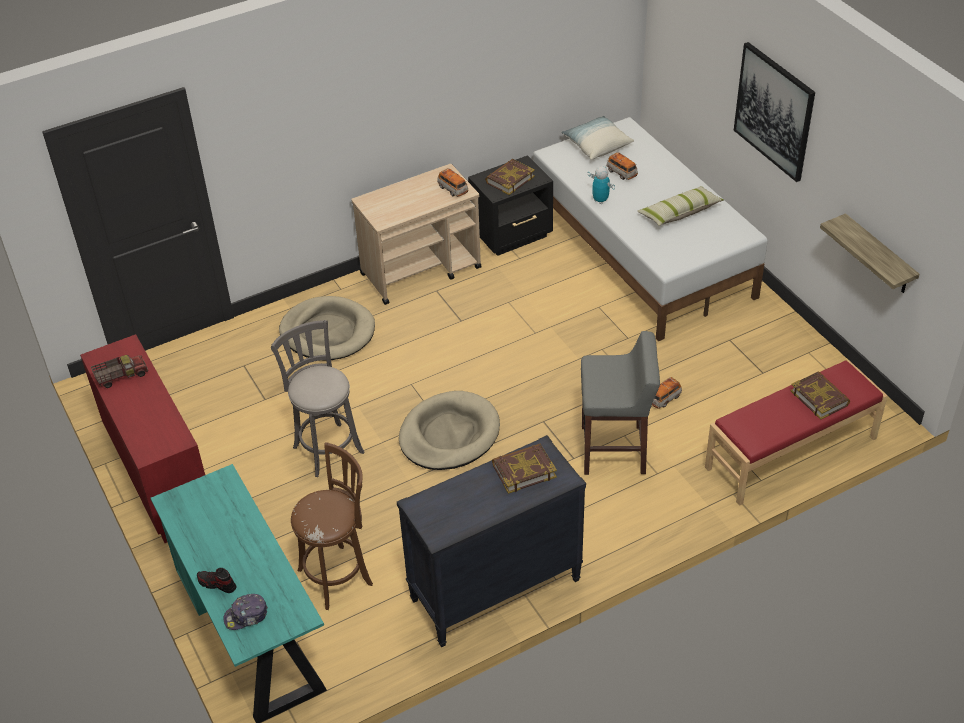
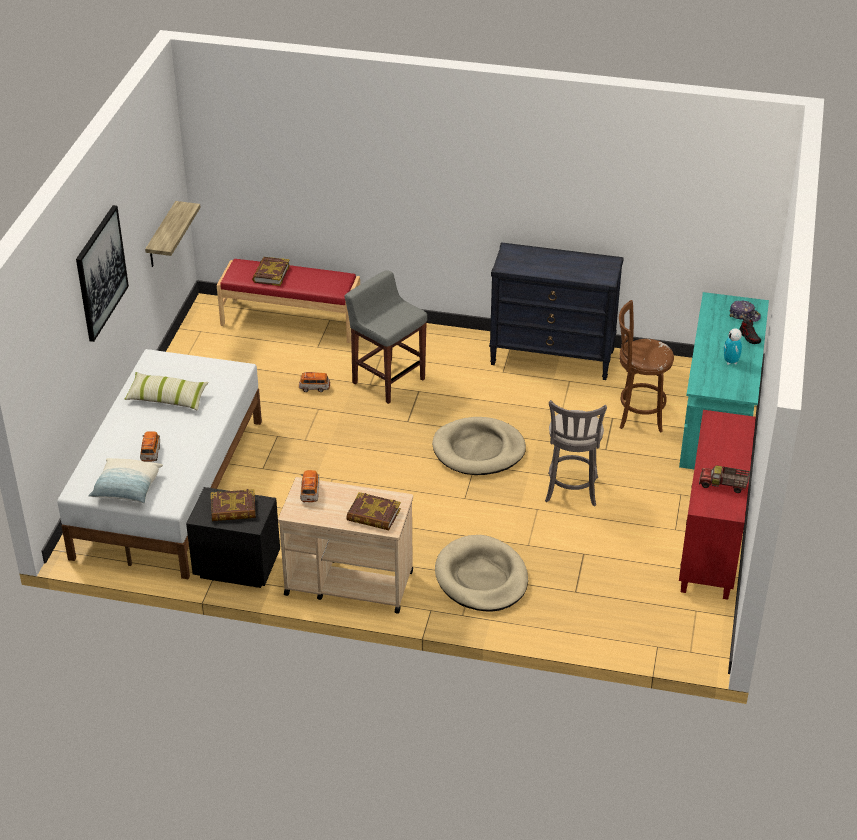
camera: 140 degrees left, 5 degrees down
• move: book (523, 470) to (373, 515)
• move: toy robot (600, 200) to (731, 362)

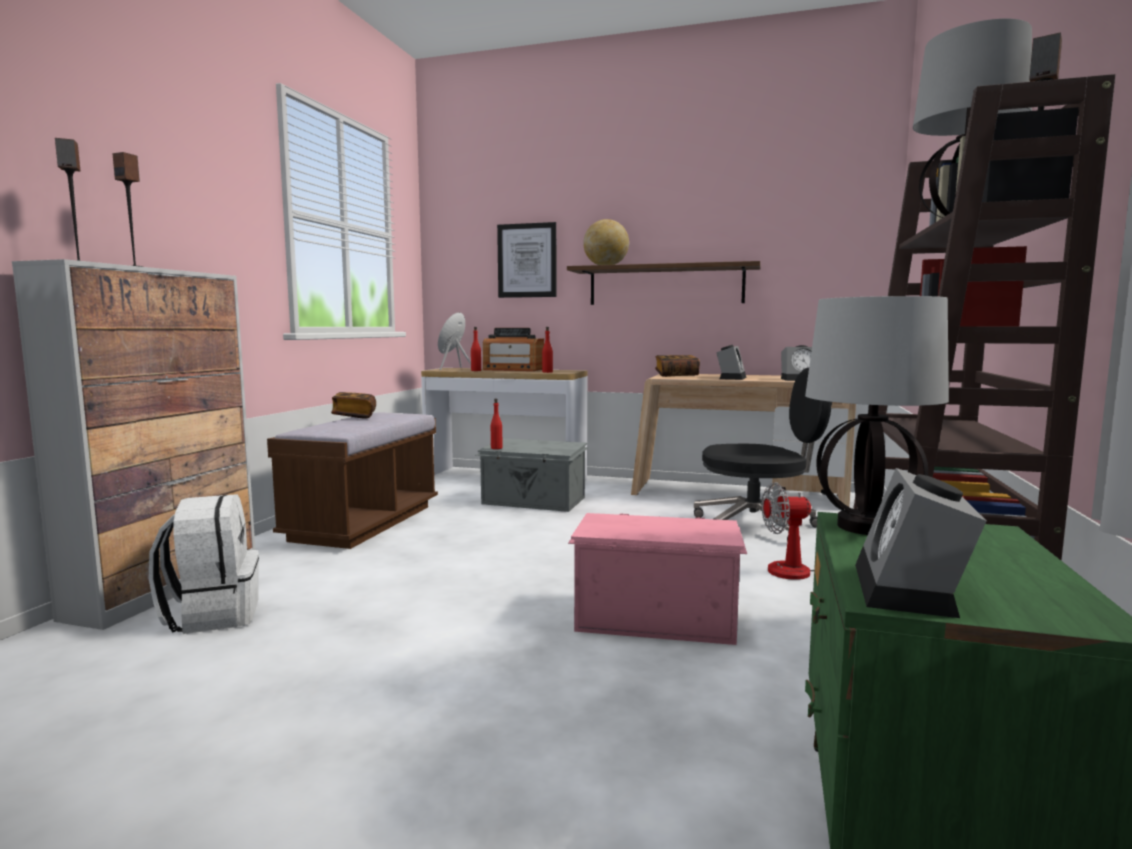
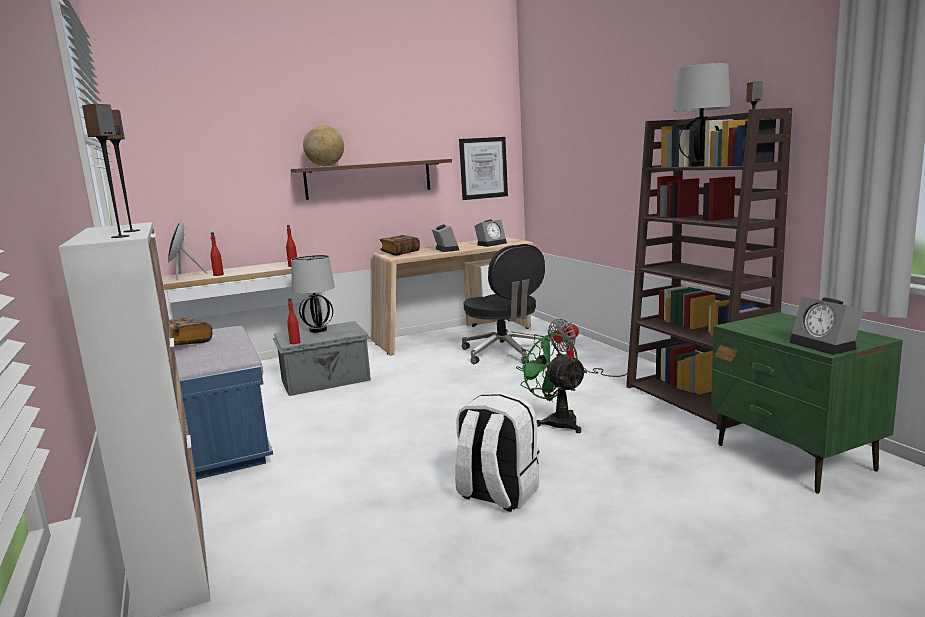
camera: 40 degrees left, 5 degrees up
• recolor: bench in brown (363, 523) to bench in blue (222, 442)
• move: table lamp (864, 527) to (318, 330)
• move: backpack in white (212, 615) to (497, 494)
• move: picture (527, 260) to (483, 168)
• rotate: office chair in black (757, 526) = (504, 353) 105 degrees clockwise
• replace: storage box in pink (655, 616) to fan in green (556, 421)
• delete: radio (513, 369)

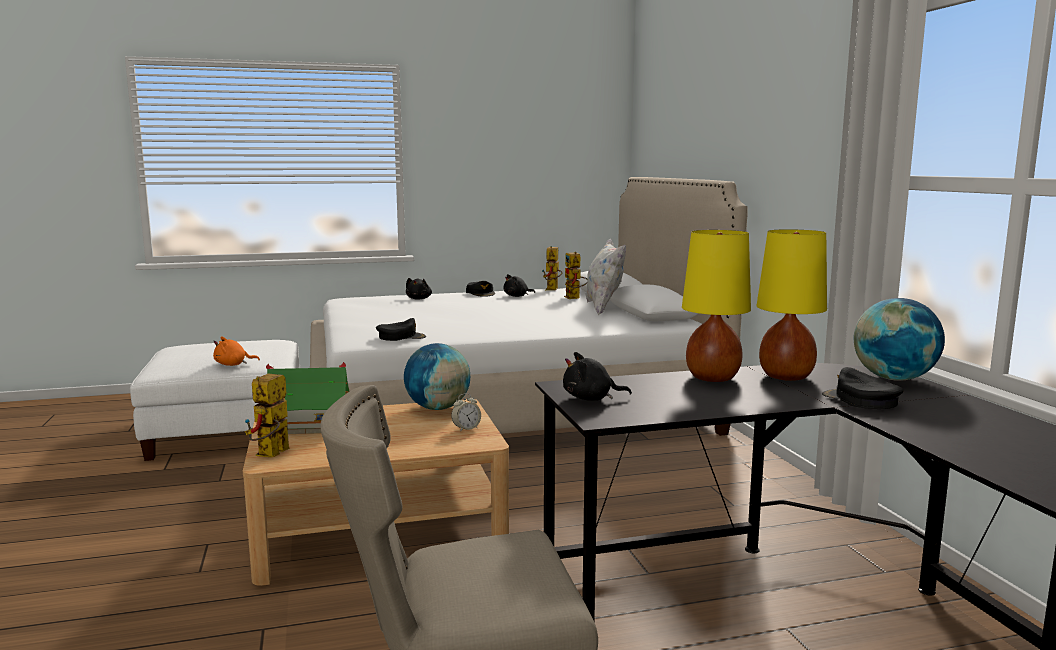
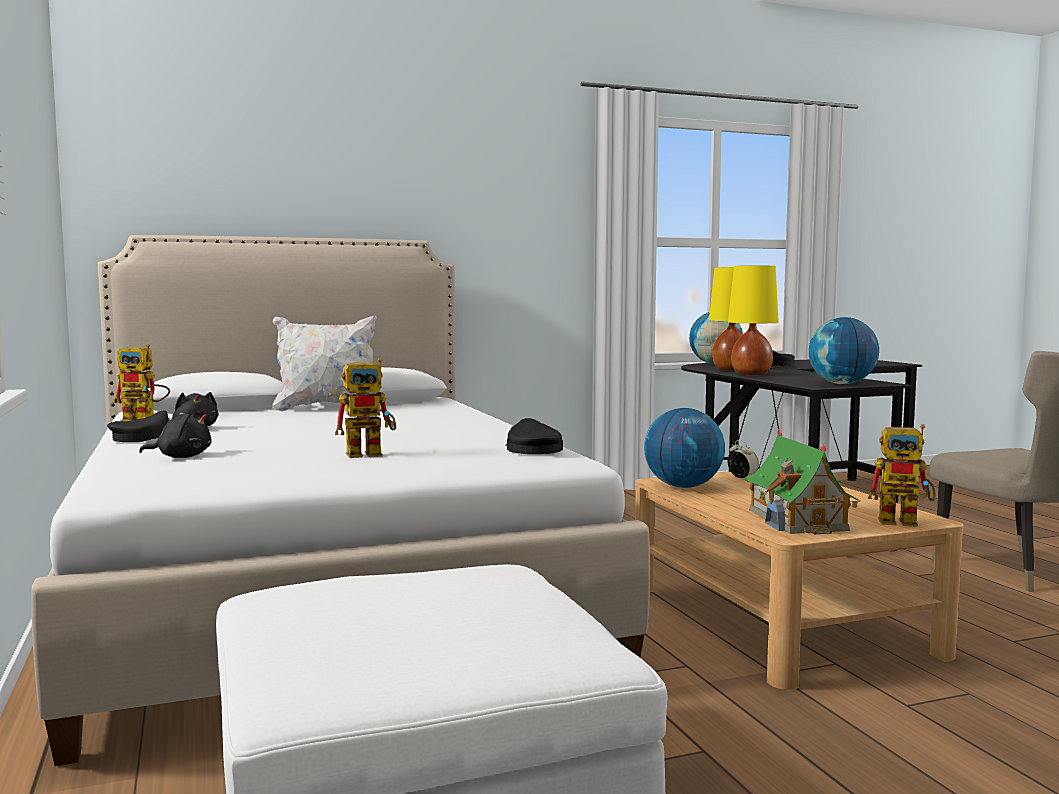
camera: 95 degrees left, 5 degrees down
• move: toy robot (574, 298) to (371, 453)
• replace: plush toy in black (591, 399) to globe (842, 384)
• delete: plush toy in orange (233, 365)

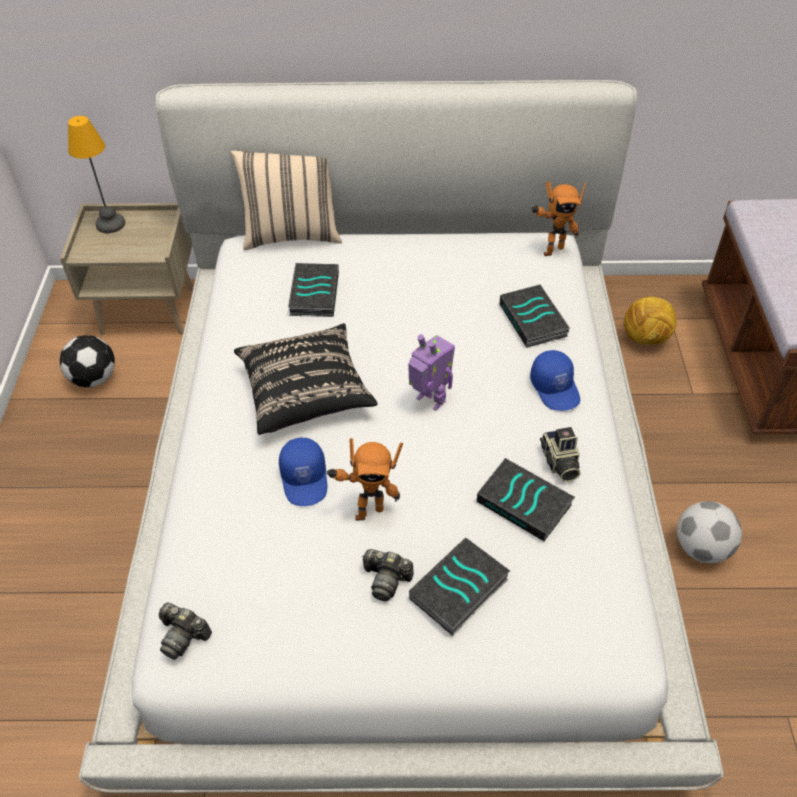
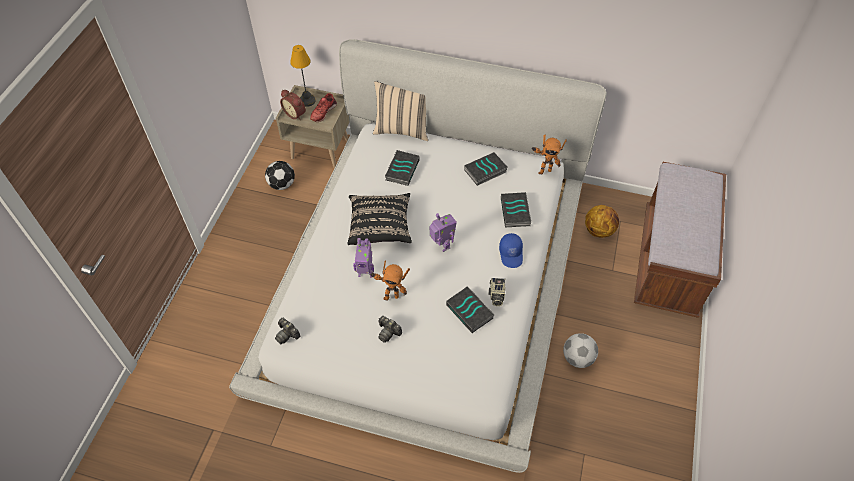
camera: 15 degrees right, 5 degrees up
• insert: alarm clock (295, 113)
• insert: shoe in red (323, 112)
• replace: cap in blue (305, 479) to toy robot (365, 272)
• move: book (459, 591) to (485, 171)
• replace: football (645, 339) to basketball (599, 230)

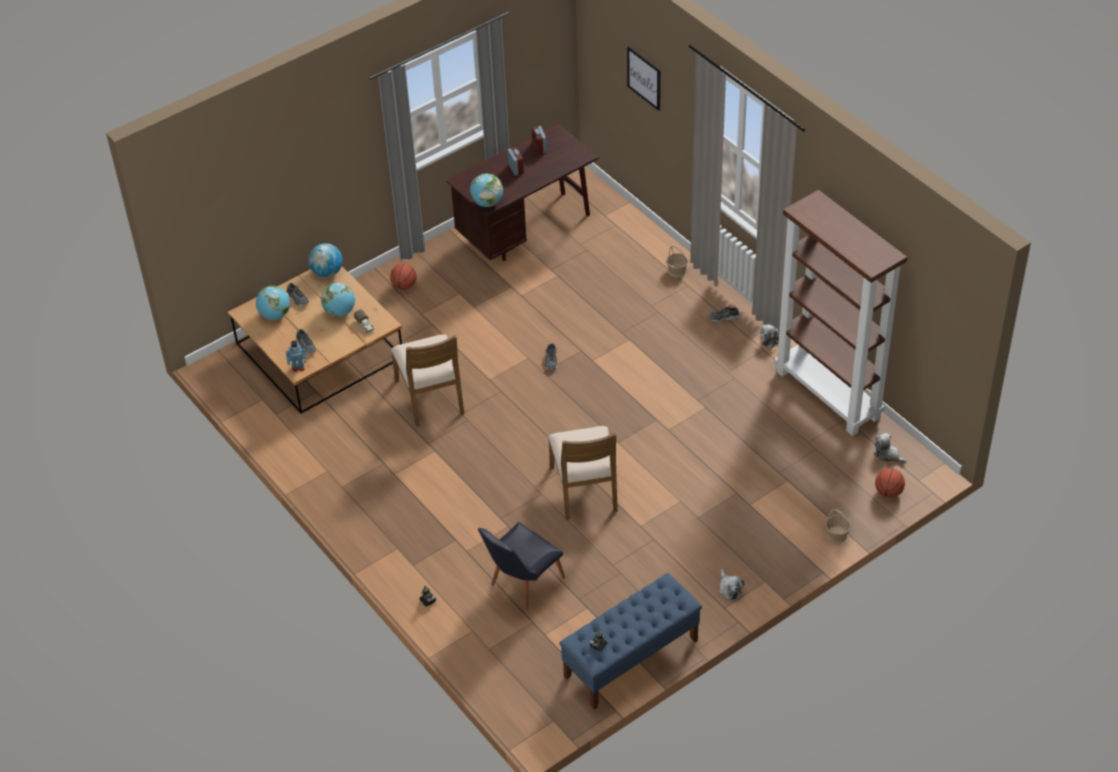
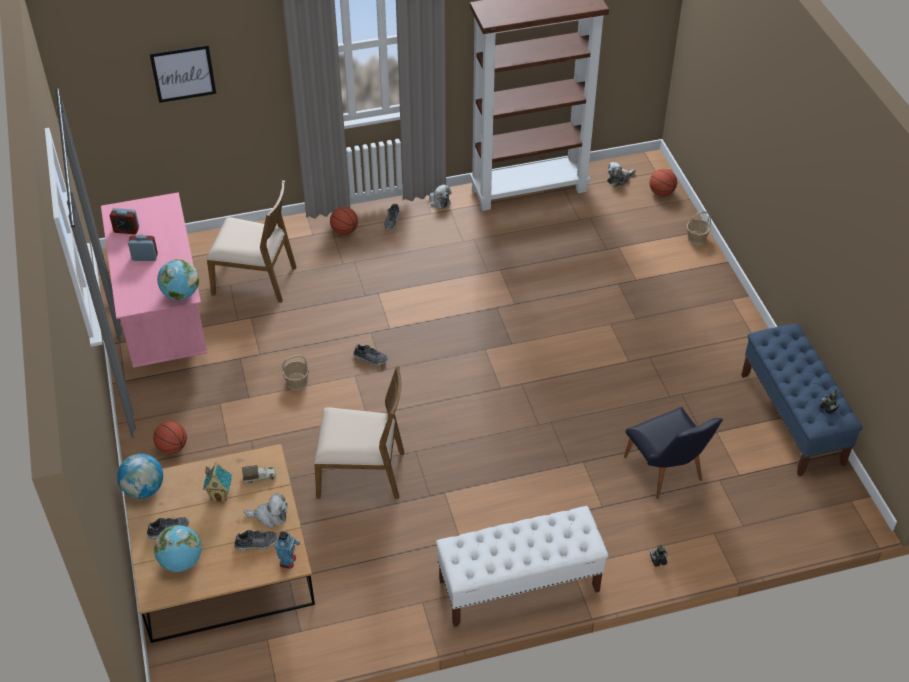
camera: 70 degrees left, 0 degrees up
• recolor: desk in brown (526, 230) to desk in pink (164, 321)
• replace: globe (340, 312) to toy house (220, 494)
• move: chair in brown (585, 489) to (255, 279)
• move: plush toy (729, 588) to (270, 516)
• move: basket (677, 271) to (297, 382)
• insert: basketball (344, 231)
• insert: bench in white (518, 586)

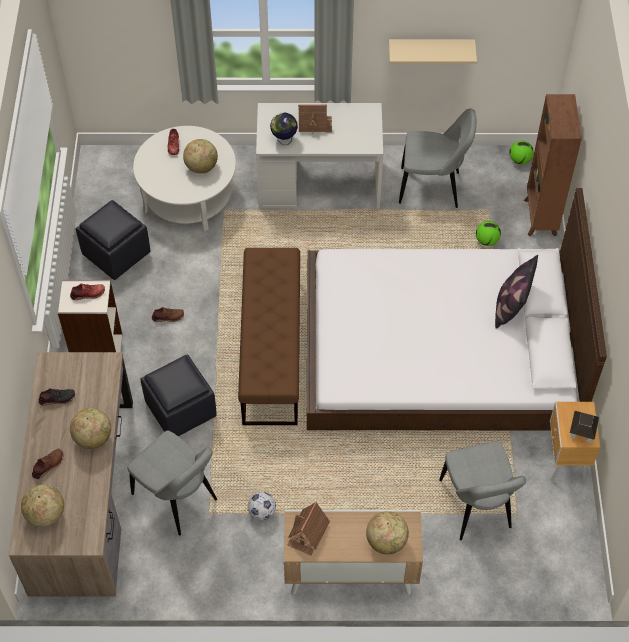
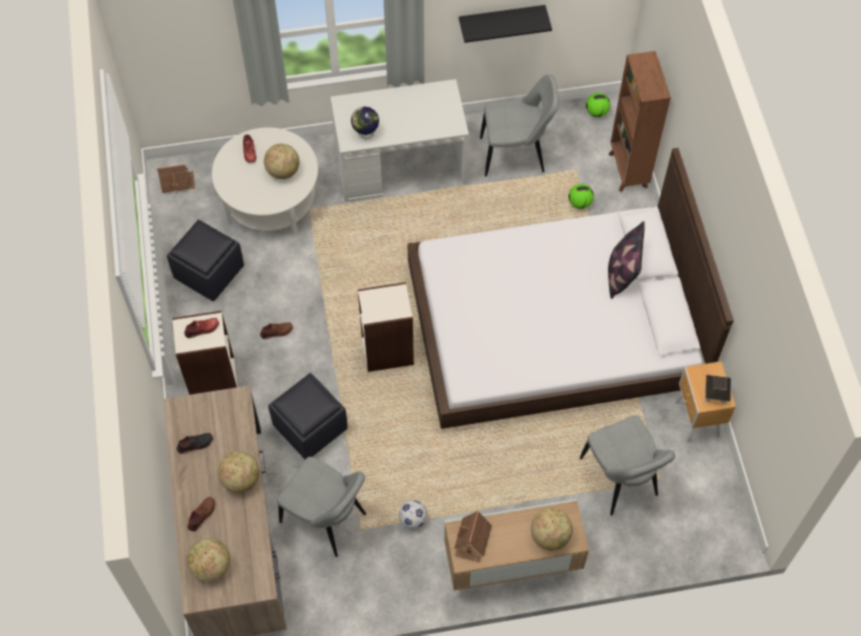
camera: 10 degrees left, 5 degrees up
• move: toy house (314, 124) to (177, 182)
• replace: bench in brown (271, 350) to bookcase (388, 351)
• recolor: shelf in beige (431, 49) to shelf in black (501, 20)

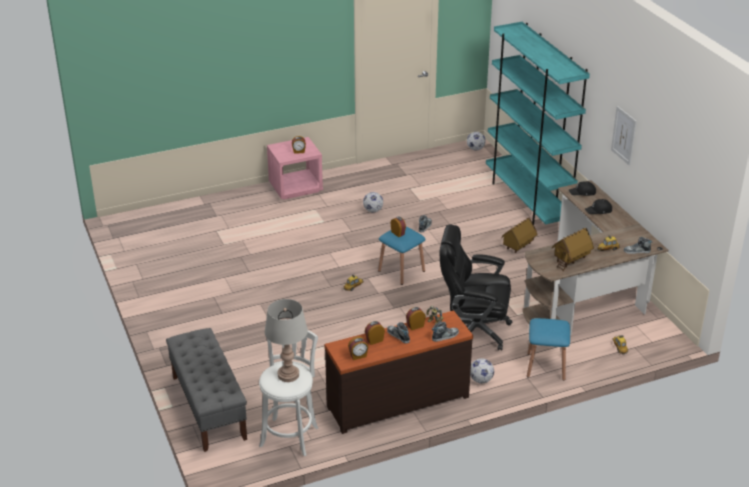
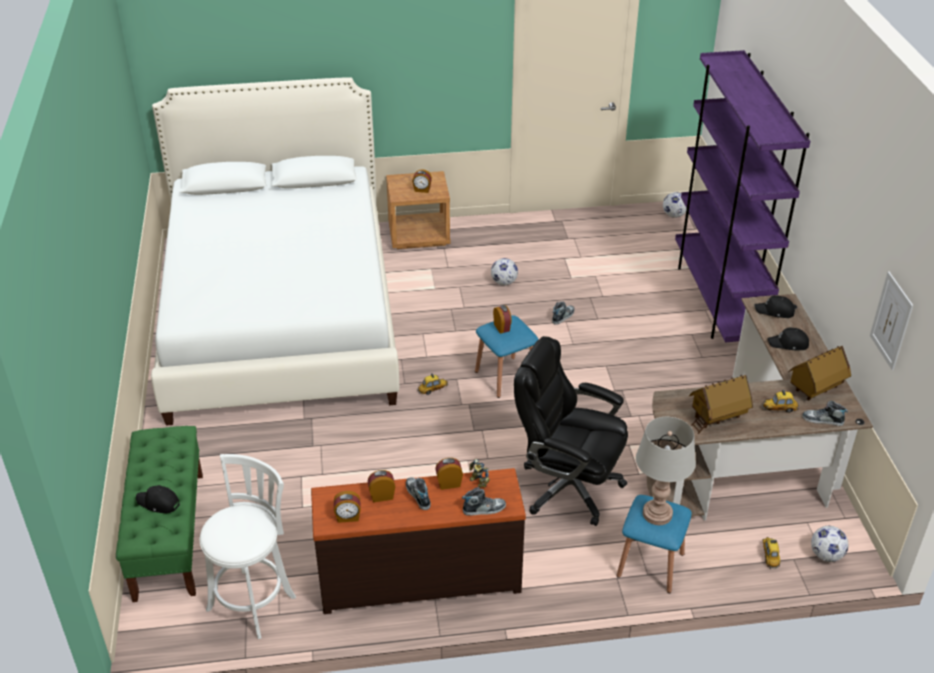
camera: 15 degrees right, 5 degrees up
• recolor: bench in grey (208, 407) to bench in green (169, 534)
• insert: cap in black (158, 503)
• insert: bed in white (281, 315)
• recolor: nightstand in pink (296, 187) to nightstand in brown (419, 235)
• move: table lamp in grey (288, 375) to (657, 514)
• recolor: bookcase in turquoise (527, 200) to bookcase in purple (717, 300)
• move: toy house (518, 246) to (815, 389)
• move: football (481, 380) to (826, 555)
• move: picture (624, 135) to (891, 320)

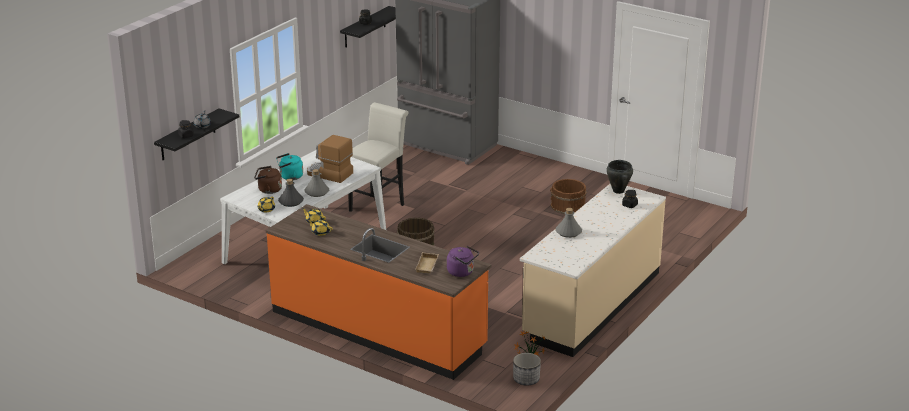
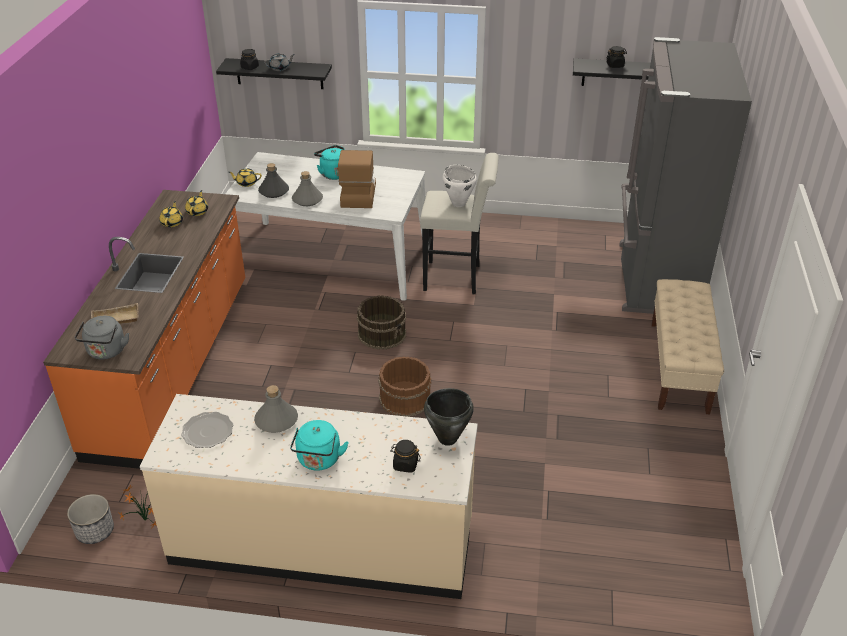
camera: 65 degrees right, 10 degrees up
• recolor: kettle in purple (462, 272) to kettle in grey (106, 352)
• insert: plate (208, 432)
• insert: kettle in turquoise (319, 461)
• move: bucket in brown (568, 206) to (404, 398)
• insert: cooking pot in white (458, 203)
• insert: bench in beige (679, 367)
• delete: kettle in brown (268, 190)

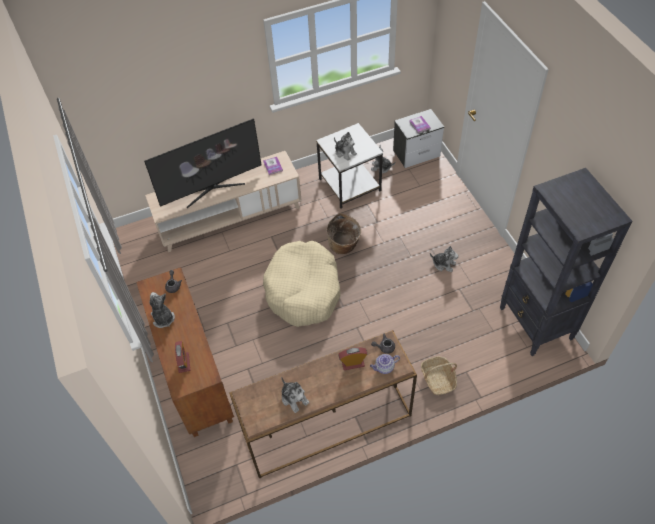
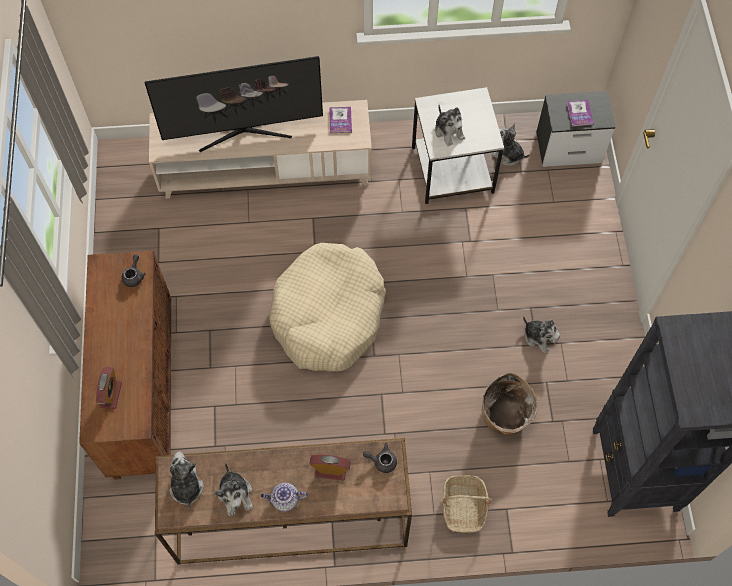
camera: 15 degrees right, 10 degrees up
• move: plush toy (163, 318) to (186, 486)
• move: teapot (384, 368) to (285, 500)
• move: basket (344, 246) to (505, 417)

